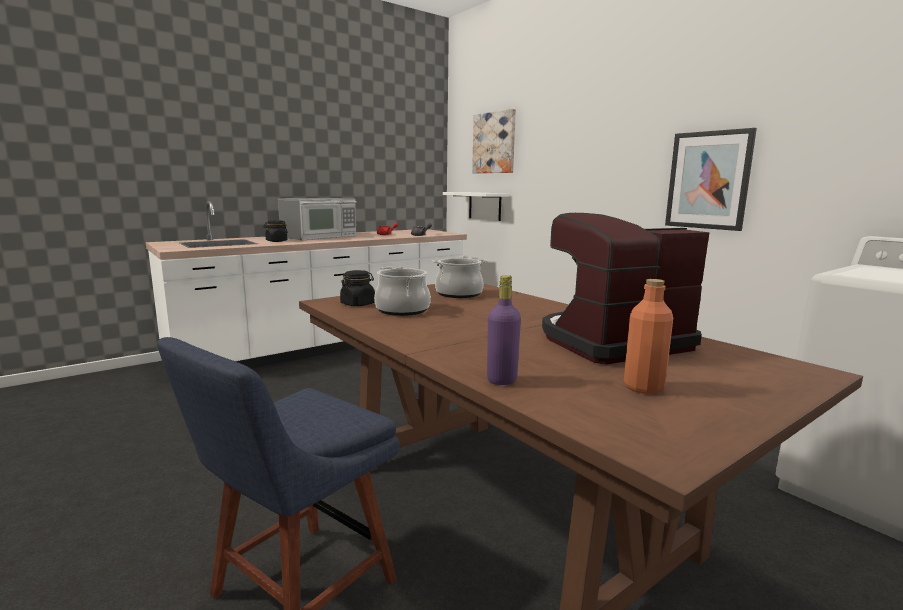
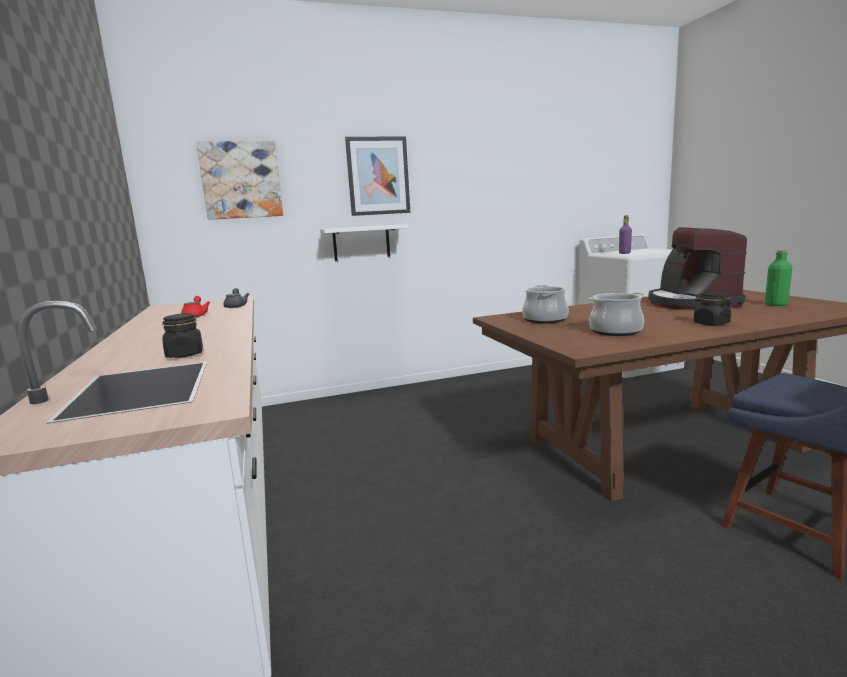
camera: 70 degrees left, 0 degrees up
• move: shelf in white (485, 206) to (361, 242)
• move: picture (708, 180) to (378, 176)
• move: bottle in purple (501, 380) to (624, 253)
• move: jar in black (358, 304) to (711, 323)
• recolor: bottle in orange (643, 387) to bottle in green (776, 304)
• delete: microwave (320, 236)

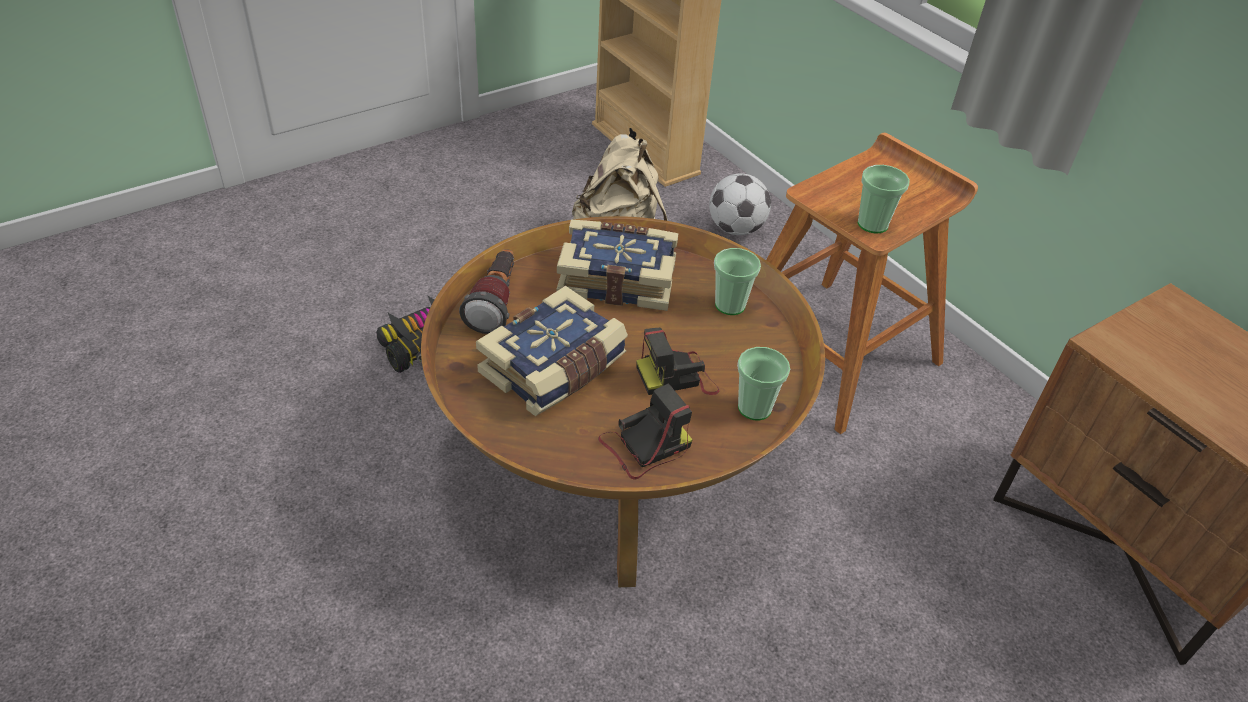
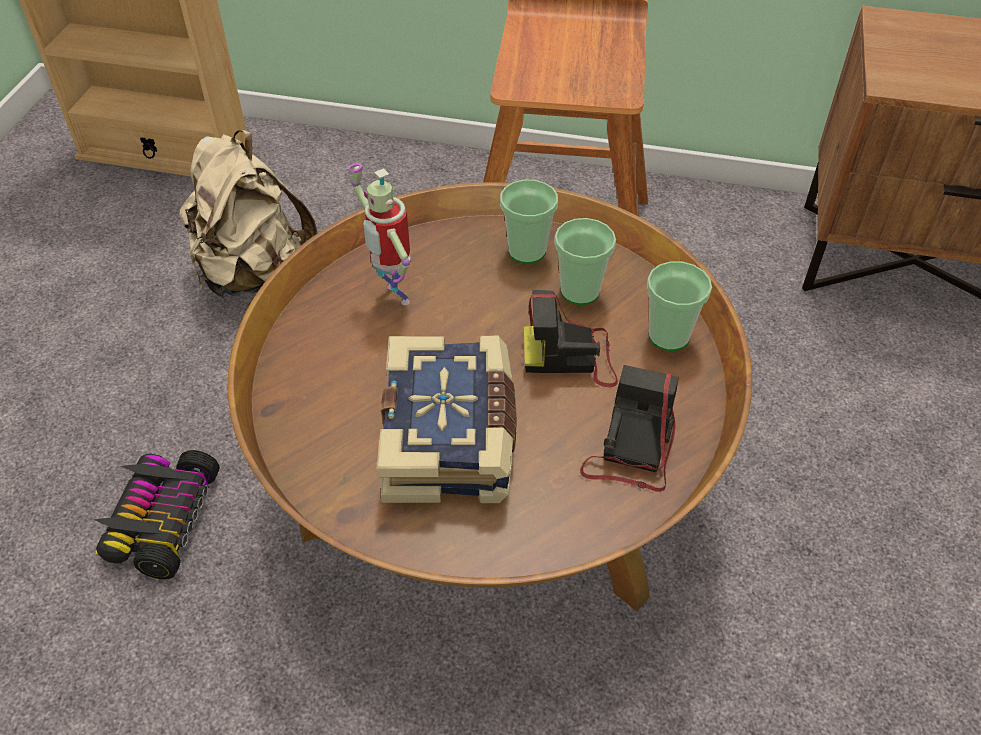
camera: 40 degrees left, 5 degrees up
• replace: book (617, 278) to toy robot (393, 296)
• rotate: photo camera (677, 377) = (571, 356) 60 degrees clockwise
• move: cup (872, 224) to (580, 291)
• delete: flashlight (496, 303)
• delete: football (735, 229)

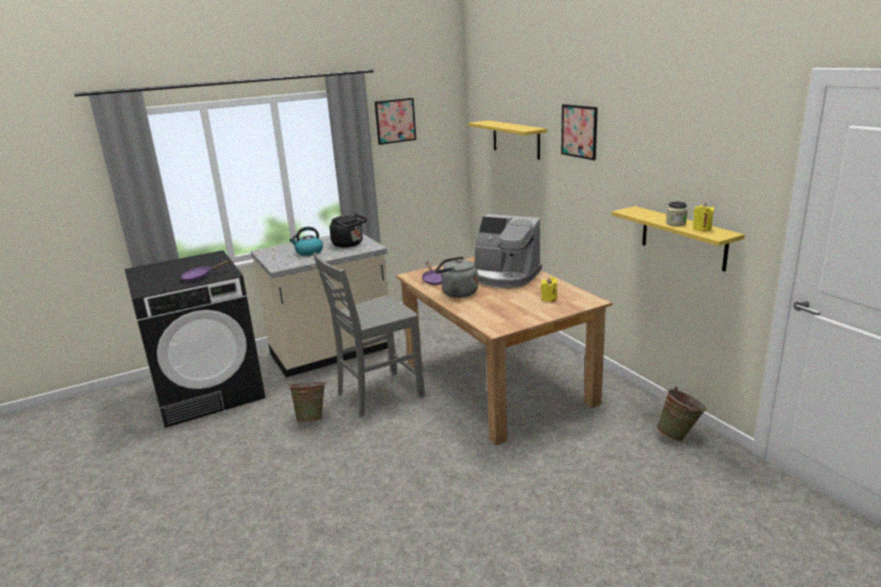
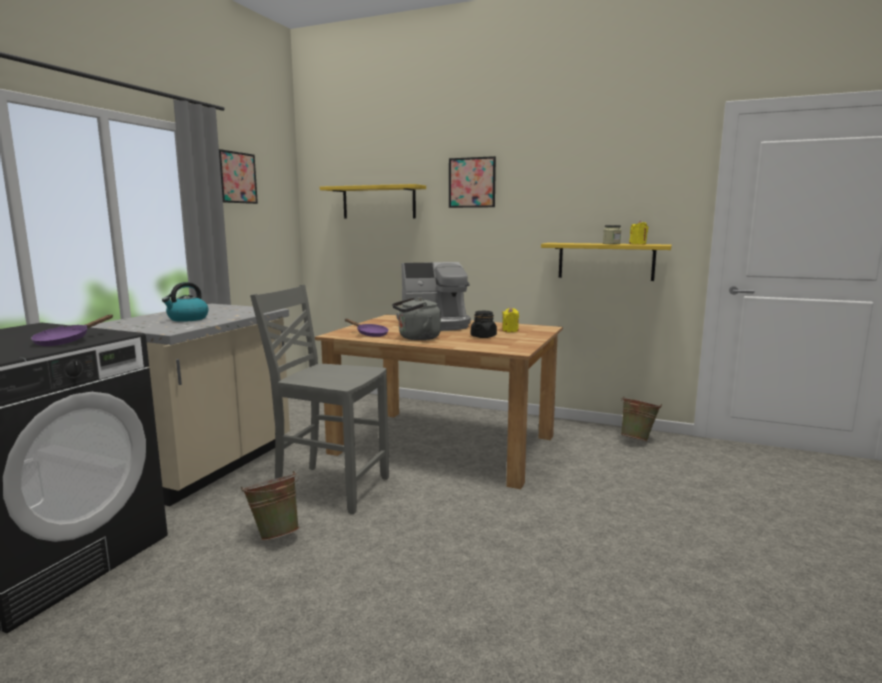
camera: 40 degrees left, 10 degrees down
• rotate: chair in grey (377, 395) = (330, 487) 90 degrees clockwise
• insert: jar in black (483, 336)
• delete: kettle in black (349, 244)

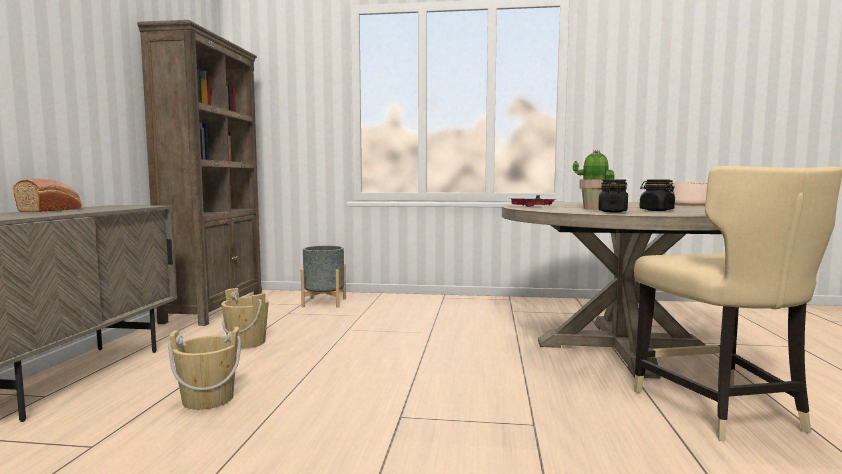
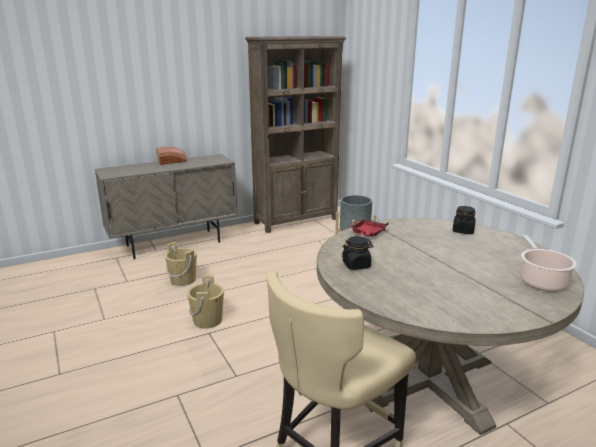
camera: 55 degrees right, 15 degrees up
• move: bucket in beige (246, 342) to (207, 320)
• move: jar in black (656, 210) to (463, 231)
• delete: potted plant (596, 208)

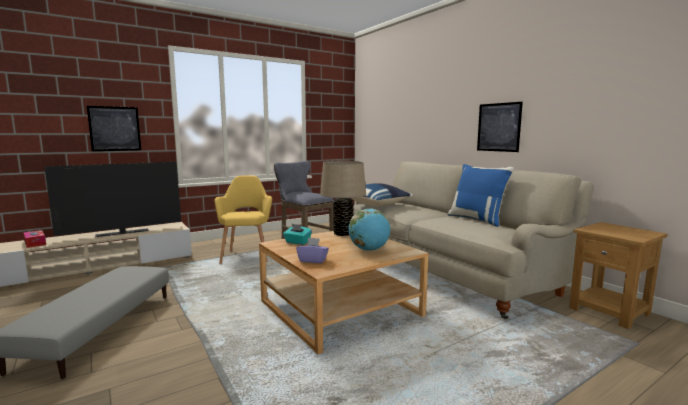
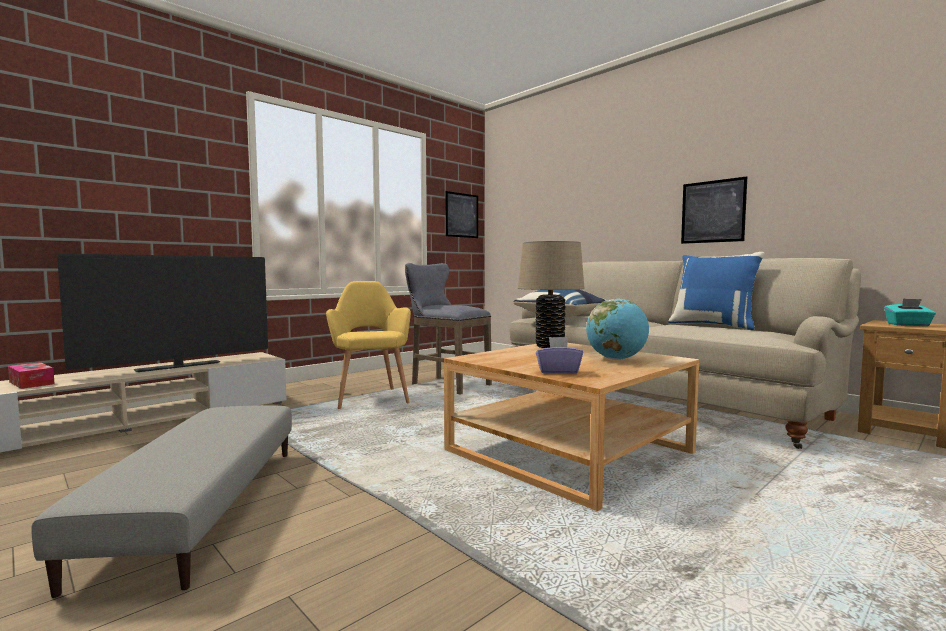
camera: 10 degrees left, 5 degrees down
• move: picture (115, 128) to (462, 215)
• move: tissue box in turquoise (297, 242) to (908, 325)

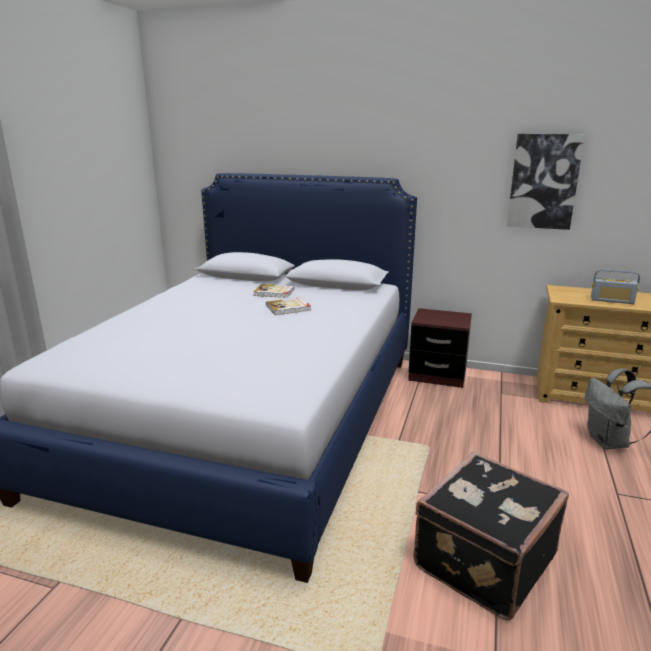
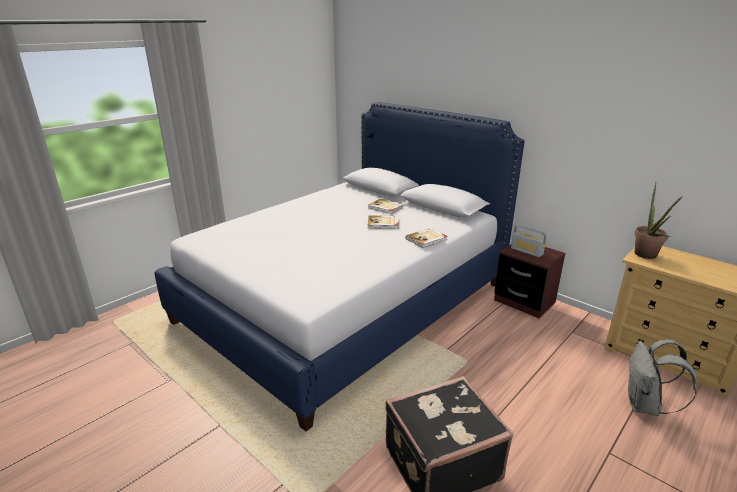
camera: 25 degrees right, 5 degrees up
• insert: book (427, 239)
• move: radio (612, 300) to (526, 251)
• insert: potted plant (647, 256)
• delete: picture (543, 181)

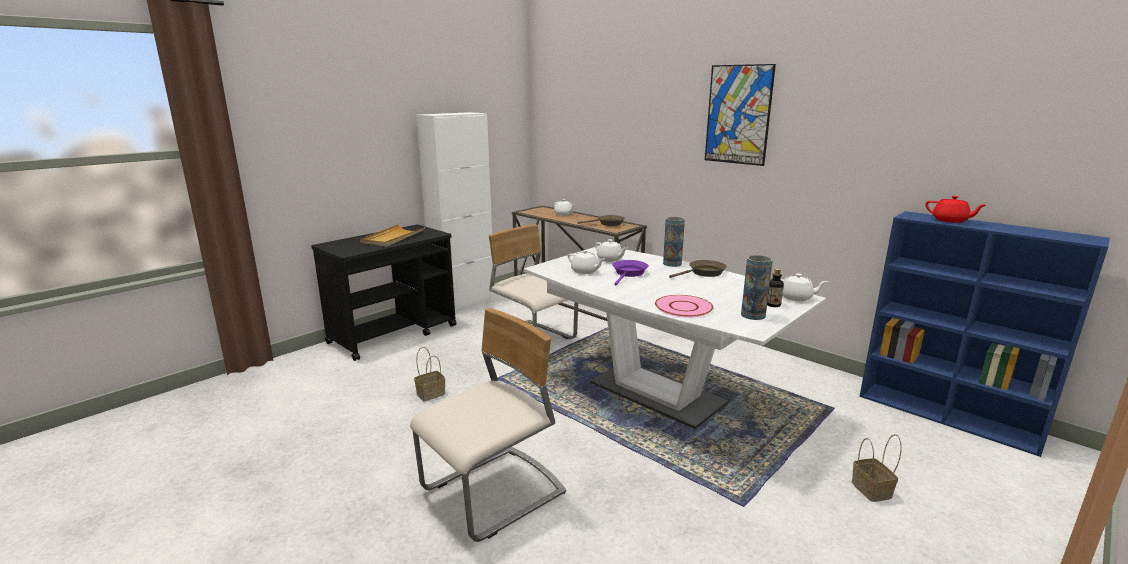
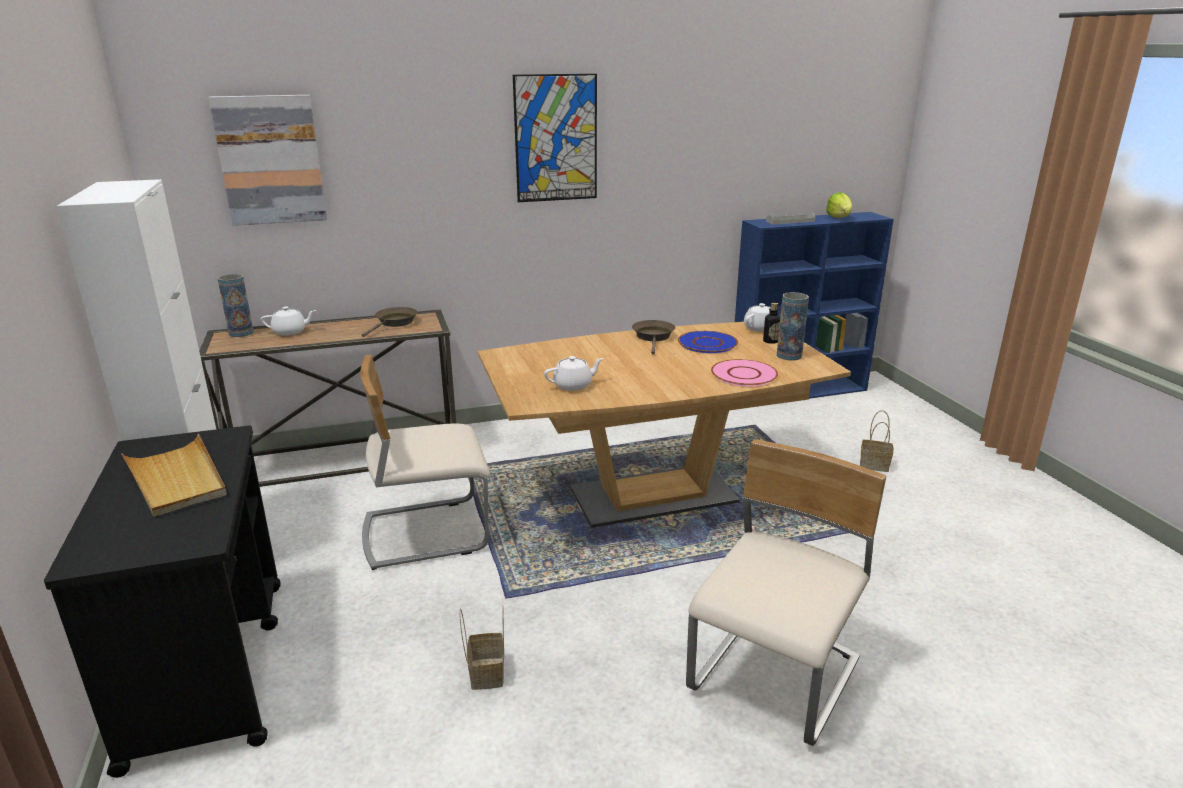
camera: 60 degrees left, 5 degrees up
• insert: picture (270, 160)
• move: vase (672, 264) to (241, 333)
• recolor: dining table in white (657, 393) to dining table in brown (653, 496)
• insert: plate in blue (708, 343)
• rotate: chair in beige (494, 494) = (776, 678) 45 degrees clockwise
• replace: teapot in red (950, 221) to tray in grey (790, 221)
• insert: lettuce (839, 218)
• delete: teapot in white (610, 259)
• delete: frying pan in purple (629, 273)

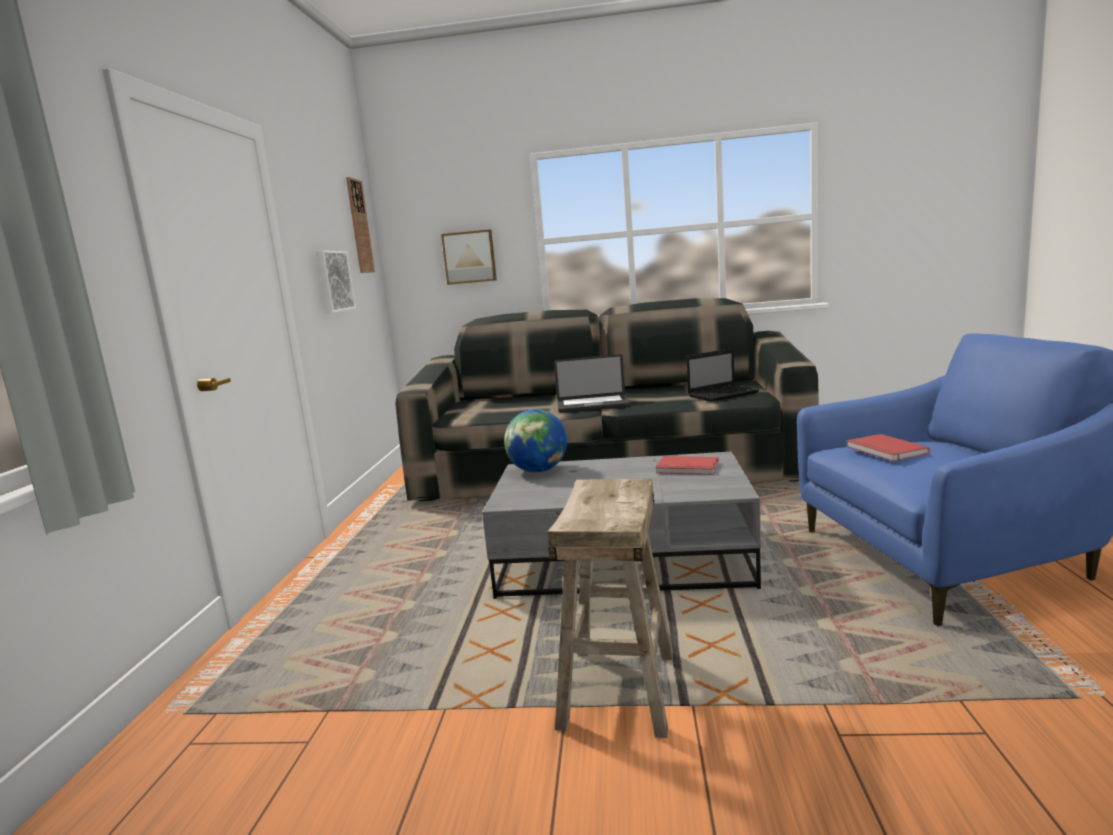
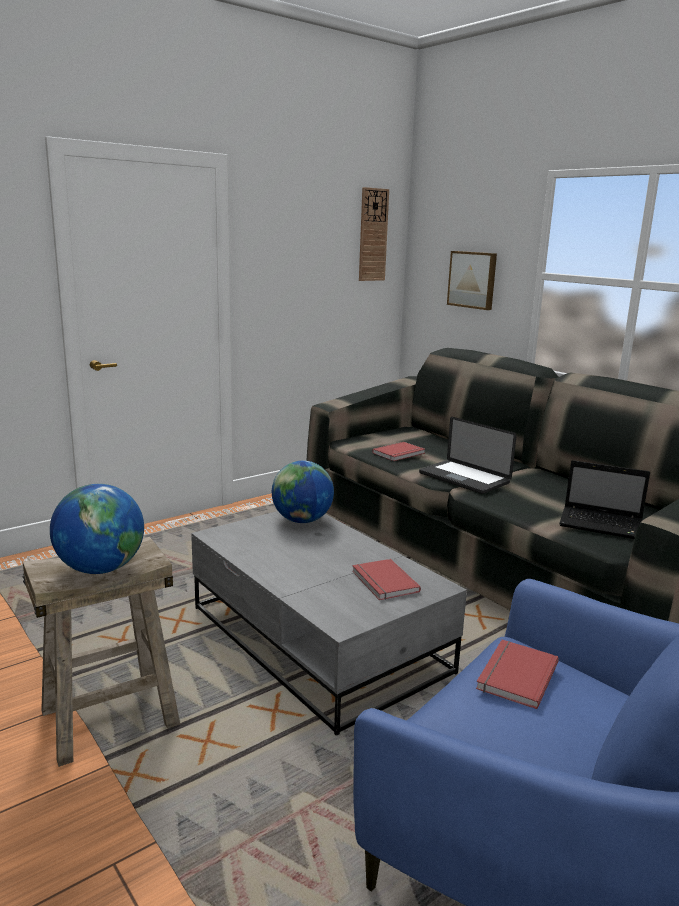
camera: 45 degrees right, 5 degrees up
• insert: globe (100, 569)
• insert: book in red (400, 453)
• delete: picture (333, 281)

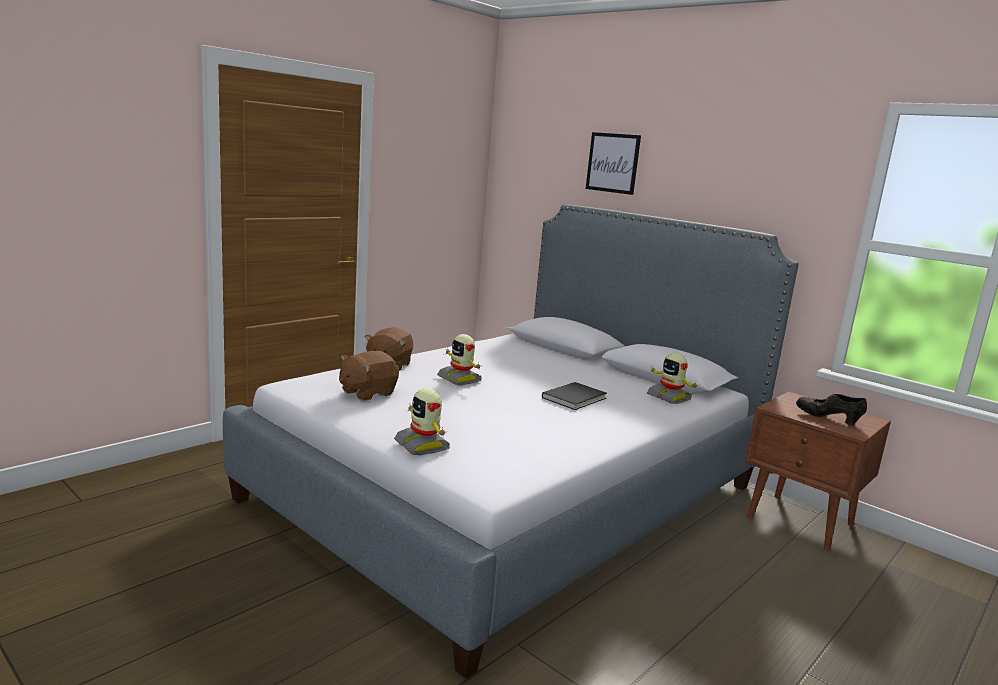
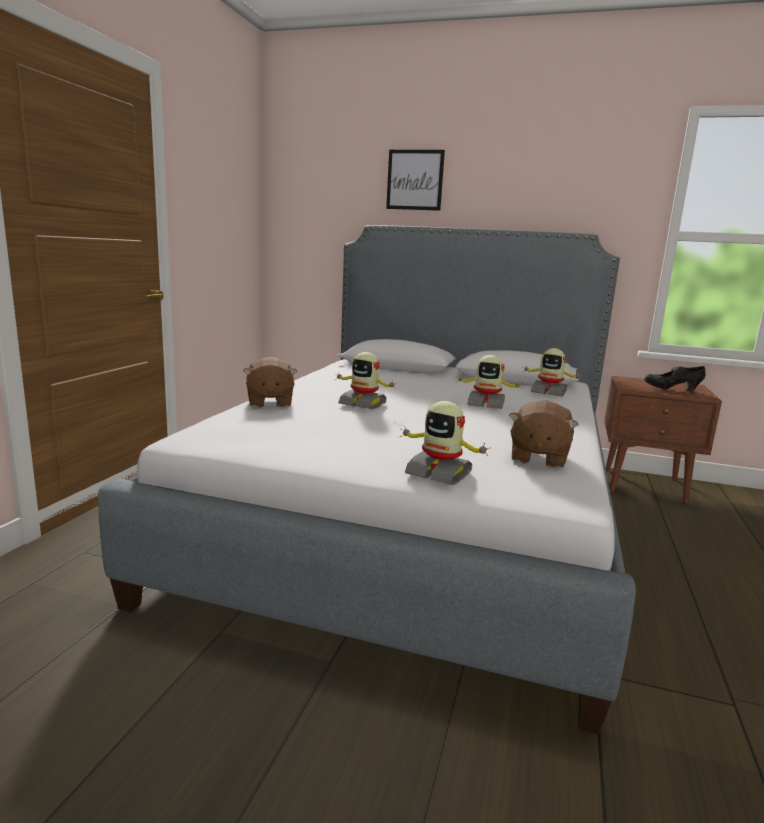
camera: 25 degrees left, 0 degrees up
• replace: book in black (576, 398) to toy robot (486, 404)
• move: plush toy in brown (367, 393) to (538, 458)

